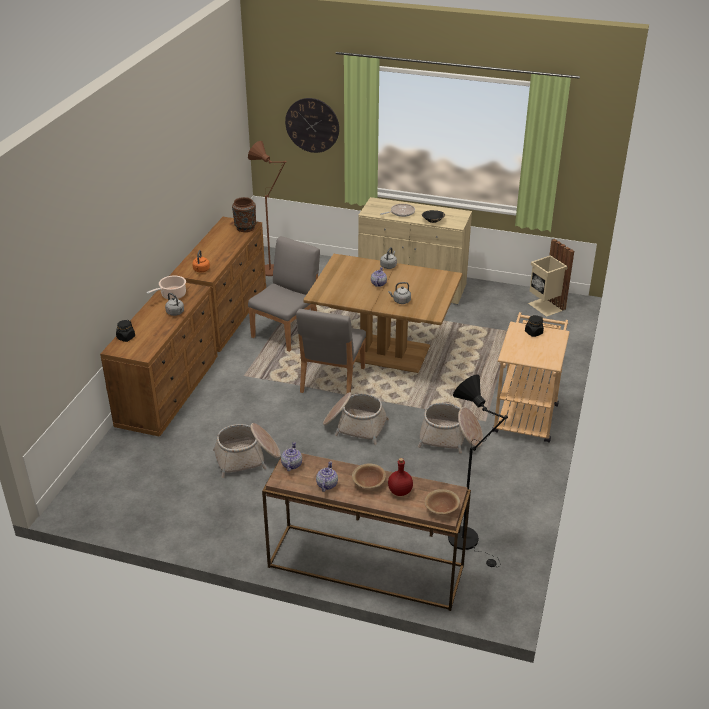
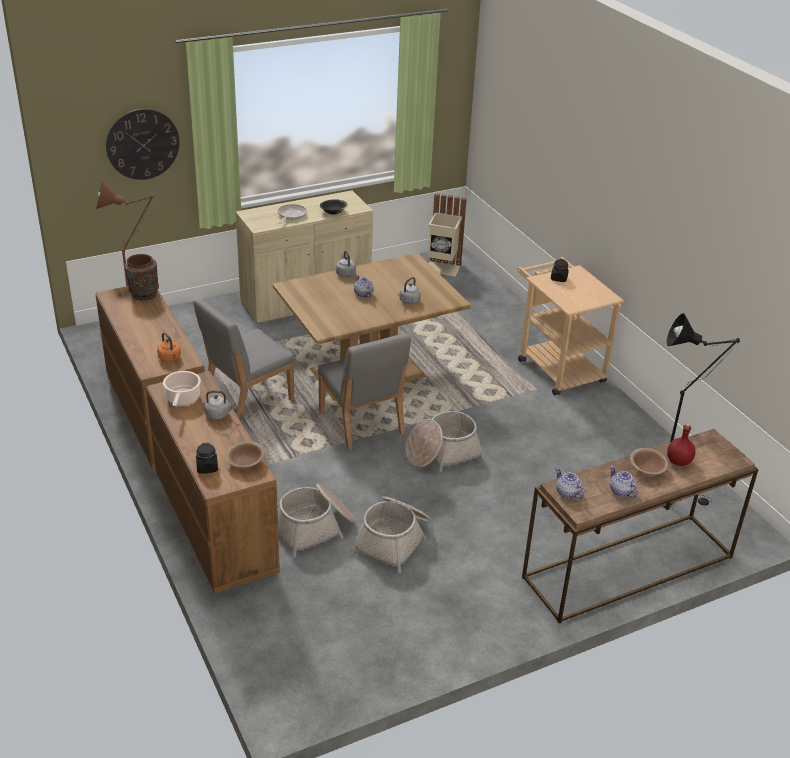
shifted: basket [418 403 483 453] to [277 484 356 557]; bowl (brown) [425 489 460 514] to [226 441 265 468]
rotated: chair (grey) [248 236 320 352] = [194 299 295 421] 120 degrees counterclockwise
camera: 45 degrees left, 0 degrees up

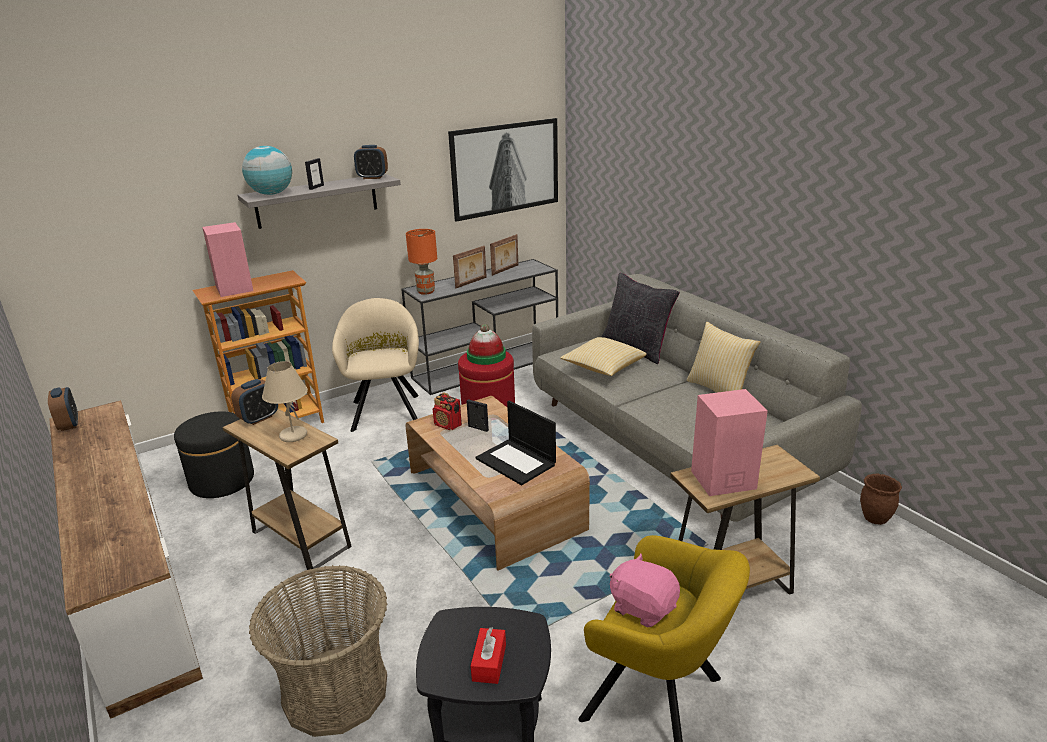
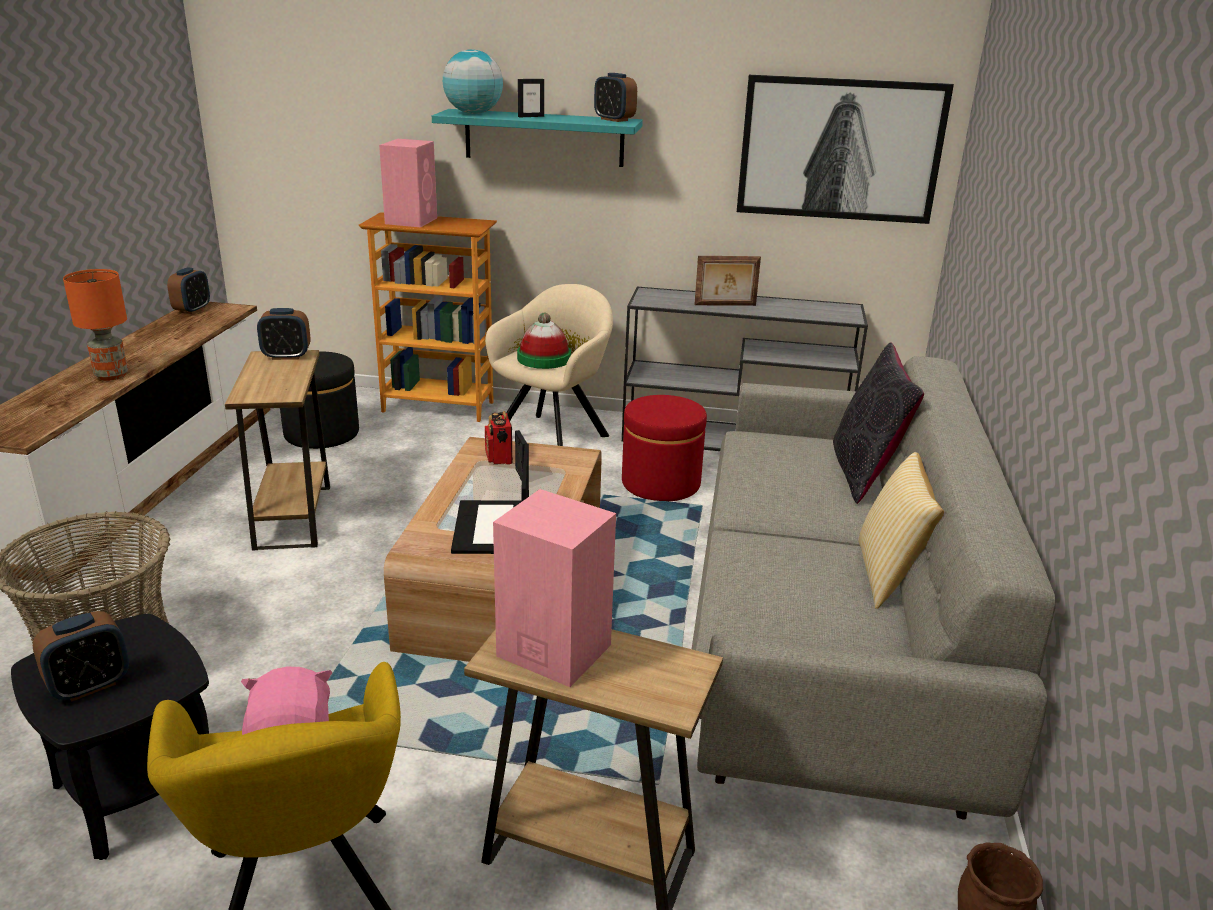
gone: picture frame [490 234 518 276]; pillow [560 337 647 376]; table lamp (beige) [262 361 308 442]
shifted: table lamp (orange) [406 229 437 295] to [63 269 128 381]; hat [467 324 506 365] to [517 313 571 369]
swapped: tissue box (red) [471 627 506 684] to alarm clock [33 611 129 702]
repainted: shelf (grey) [238 174 401 229] to shelf (turquoise) [432 109 643 167]
camera: 40 degrees right, 0 degrees up

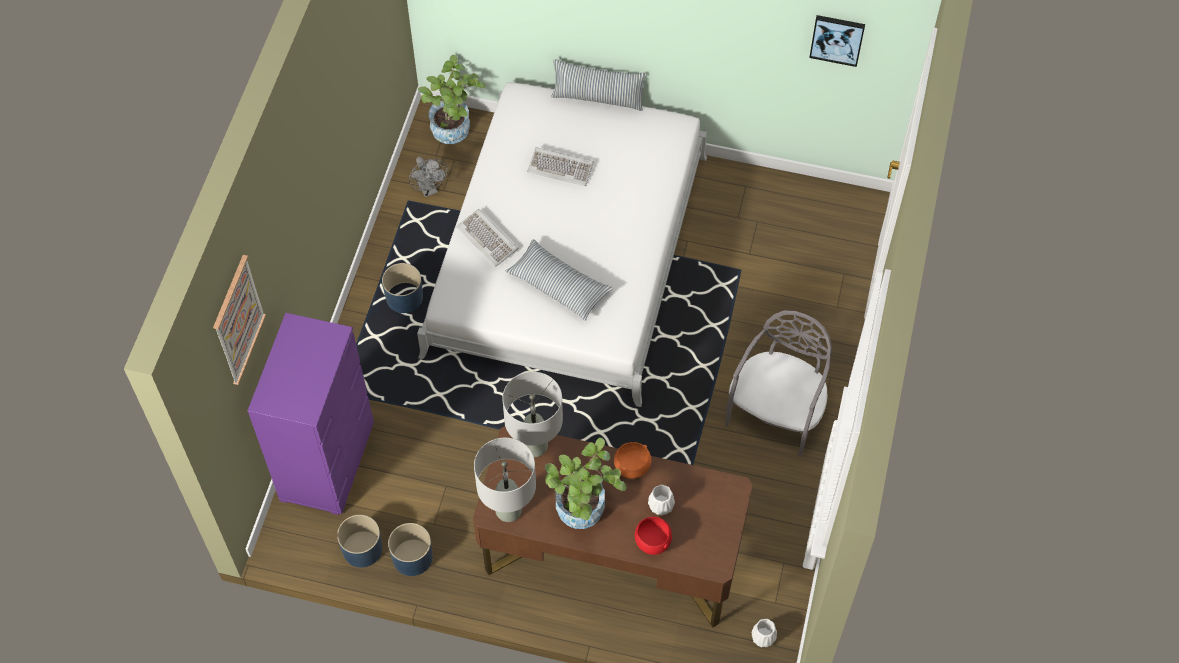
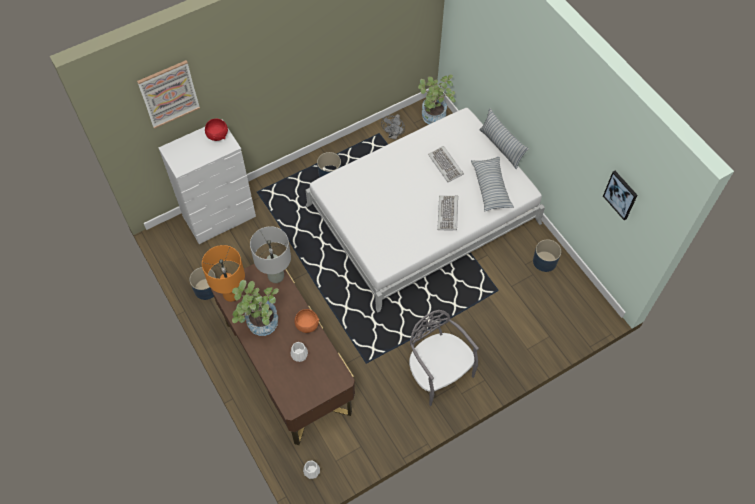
shifted: keyboard [457 209 518 267] to [437 196 458 230]; pillow [505 239 613 321] to [471 157 514 211]; planter (blue) [337 515 382 568] to [533 239 561 272]; bowl (red) [635 517 672 555] to [205 118 228 141]
repainted: dresser (purple) [248 313 374 515] to dresser (white) [159 119 256 244]; table lamp (grey) [474 437 536 522] to table lamp (orange) [202 245 245 302]
rotated: chair (grey) [725 310 832 457] = [409 310 479 406] 105 degrees counterclockwise
camera: 45 degrees right, 0 degrees up

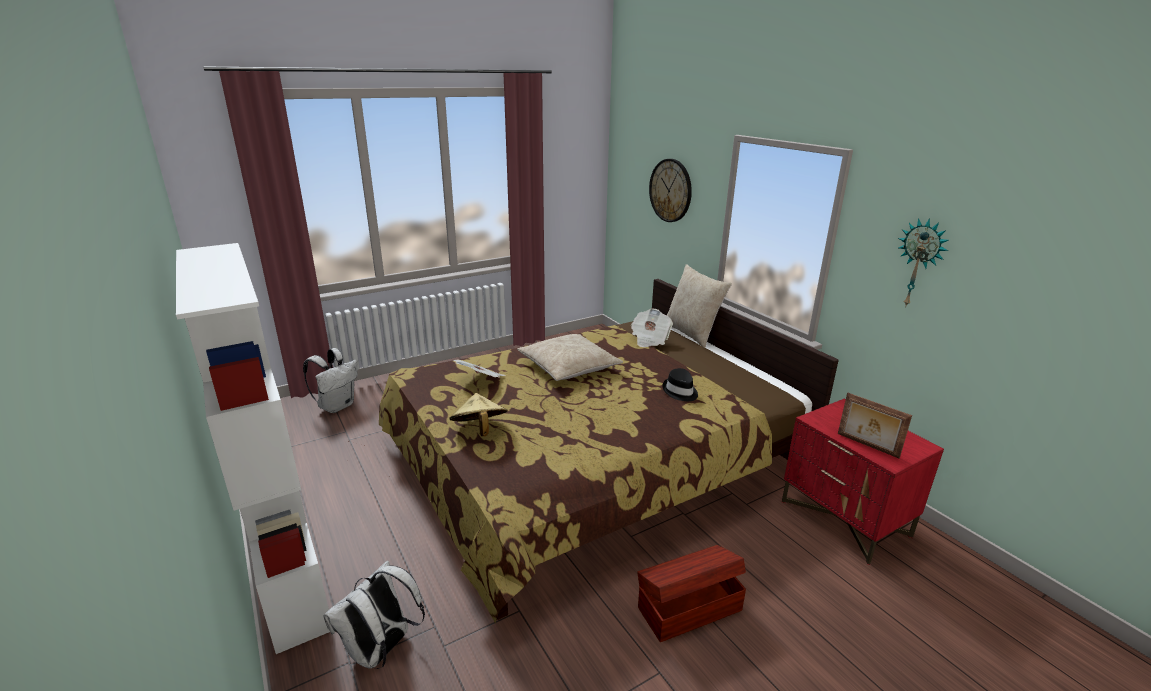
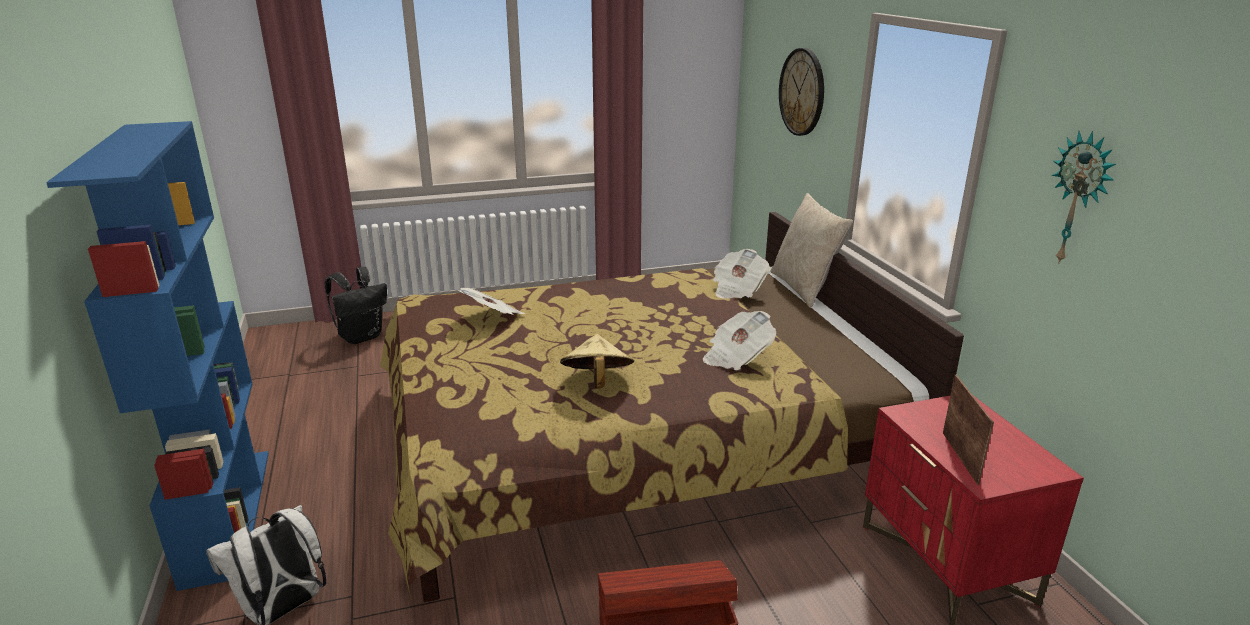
gone: pillow (beige) [517 334 623 381]
shifted: hat (beige) [449 393 508 436] to [560 334 634 389]
swapped: hat (black) [663 368 698 401] to newspaper [703 311 776 370]
repainted: bookcase (white) [176 243 330 654] to bookcase (blue) [46 121 269 591]; backpack (white) [303 348 358 413] to backpack (black) [325 267 387 344]
rotated: picture frame [838 393 912 458] = [943 375 994 485] 150 degrees counterclockwise
camera: 15 degrees right, 0 degrees up

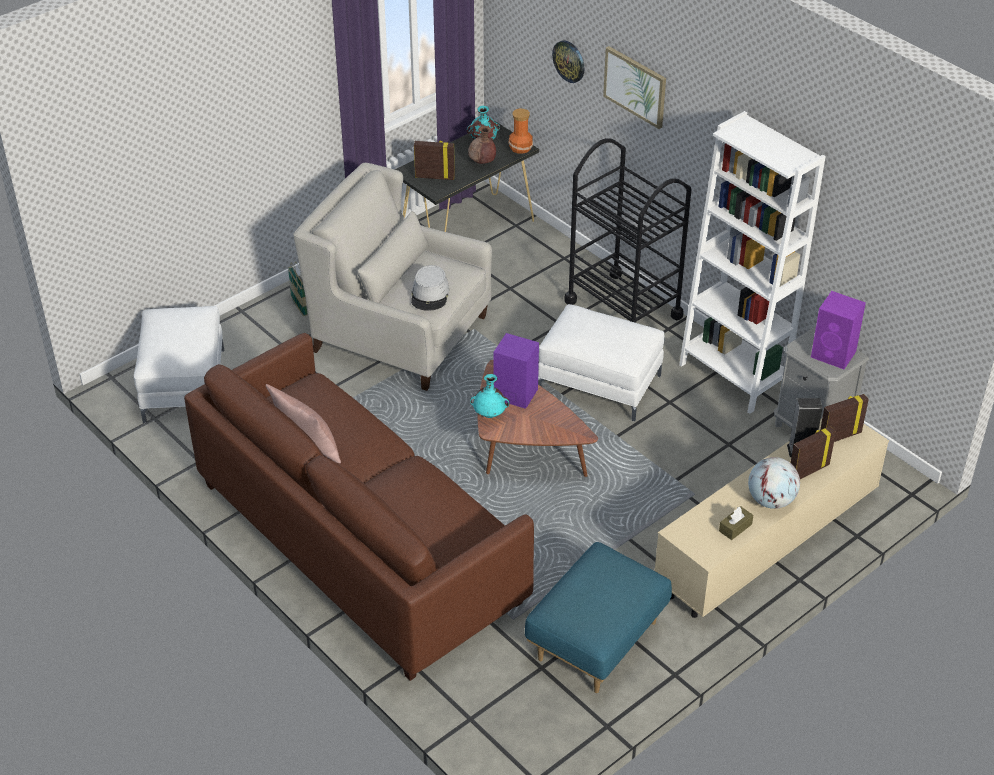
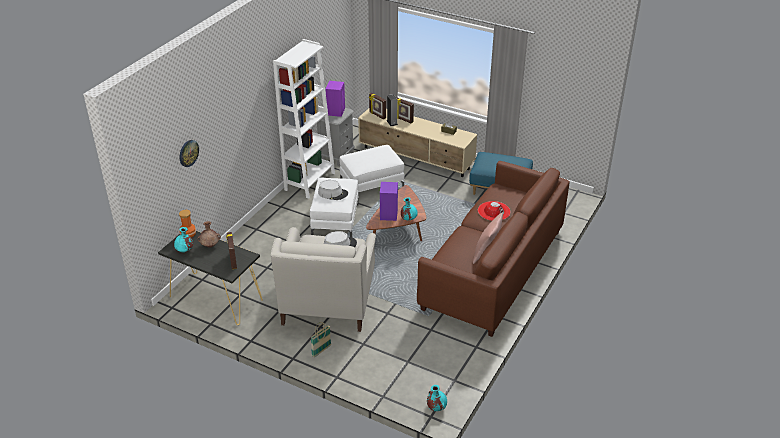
gone: picture [603 46 666 129]; cart (black) [564 138 691 323]; globe [748 457 800 509]
new: hat (grey) [318 180 348 200]; hat (red) [478 201 511 221]; vase (turquoise) [427 385 447 411]
shifted: ottoman (white) [134 306 224 423] to [340 145 404 192]
camera: 110 degrees left, 5 degrees down

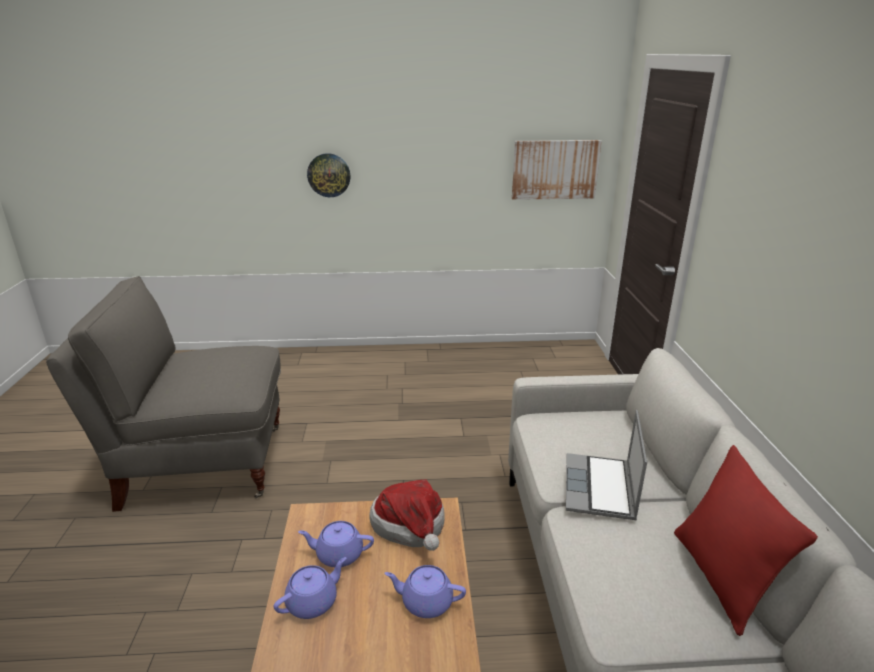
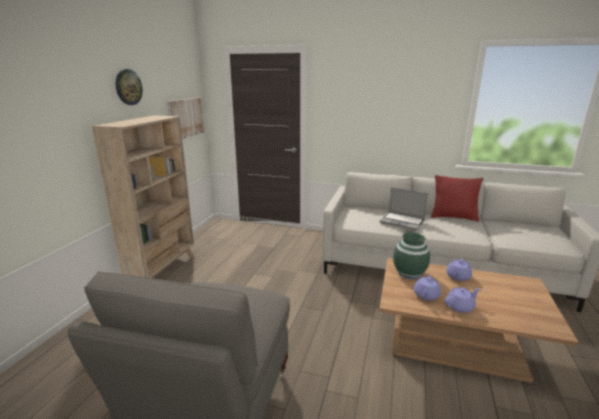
new: bookcase (beige) [92 115 195 278]
shifted: wall clock [307 153 351 197] to [116 69 143 105]
swapped: hat [369 480 445 551] to vase (green) [393 232 430 279]
rotated: teapot (purple) [274 557 346 619] = [445 287 481 313] 90 degrees clockwise
camera: 70 degrees left, 5 degrees down

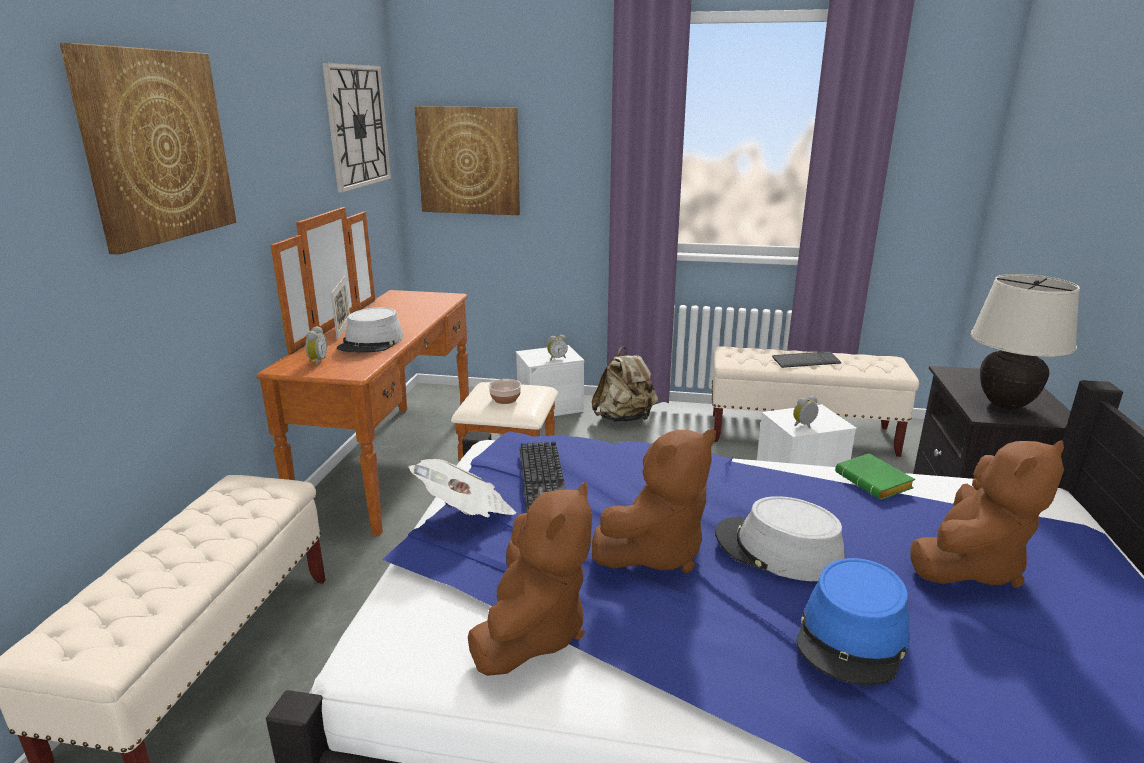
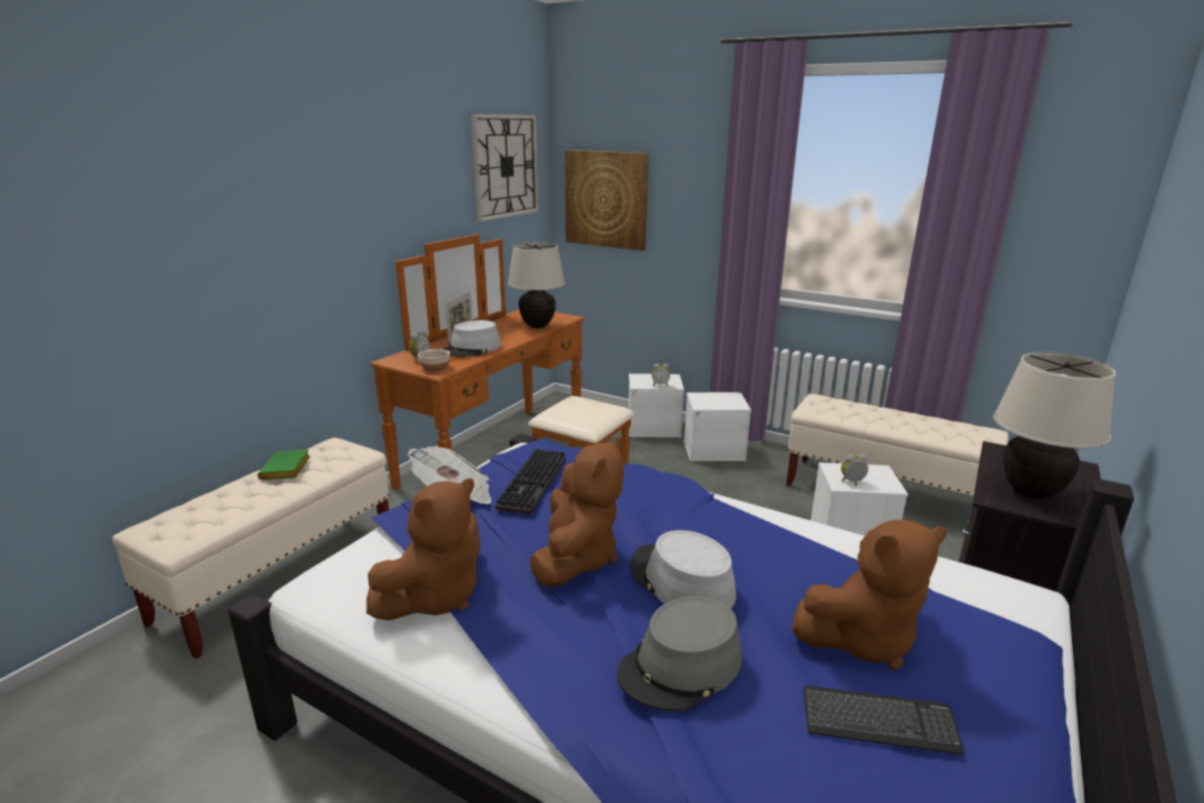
gone: picture [59 43 237 255]
new: table lamp (beige) [508 242 565 328]
shifted: keyboard [772 351 841 368] to [803 686 964 755]; bowl [488 379 521 404] to [418 349 450 372]; book (green) [835 453 915 500] to [257 449 310 480]
swapped: backpack (beige) [592 346 658 422] to storage box (white) [684 392 751 461]
repainted: hat (blue) [796 558 910 685] to hat (grey) [617 596 742 711]
rotated: plush toy (brown) [592 429 716 573] = [529 437 624 587] 60 degrees counterclockwise
camera: 20 degrees right, 0 degrees up

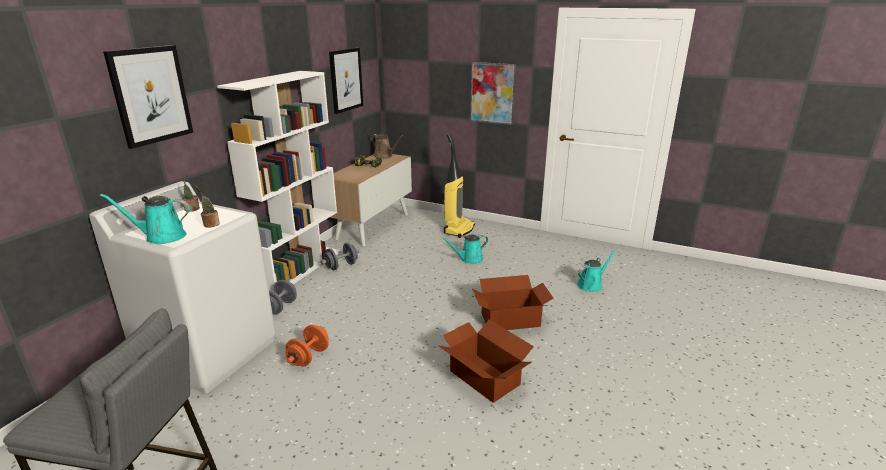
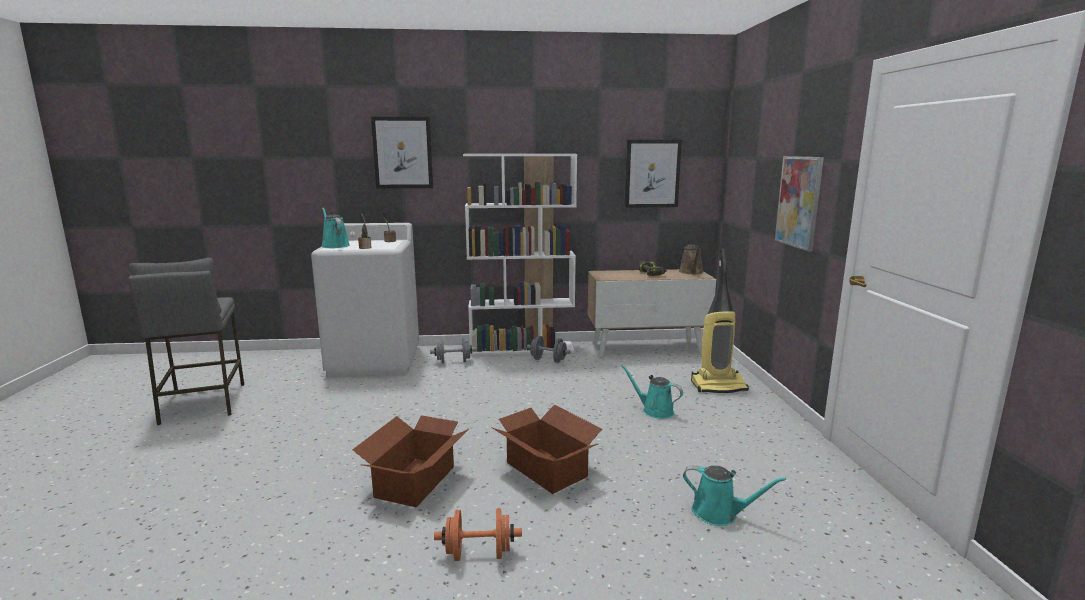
shifted: dumbbell (orange) [285 325 329 366] to [434 508 522 561]
camera: 60 degrees right, 10 degrees down

